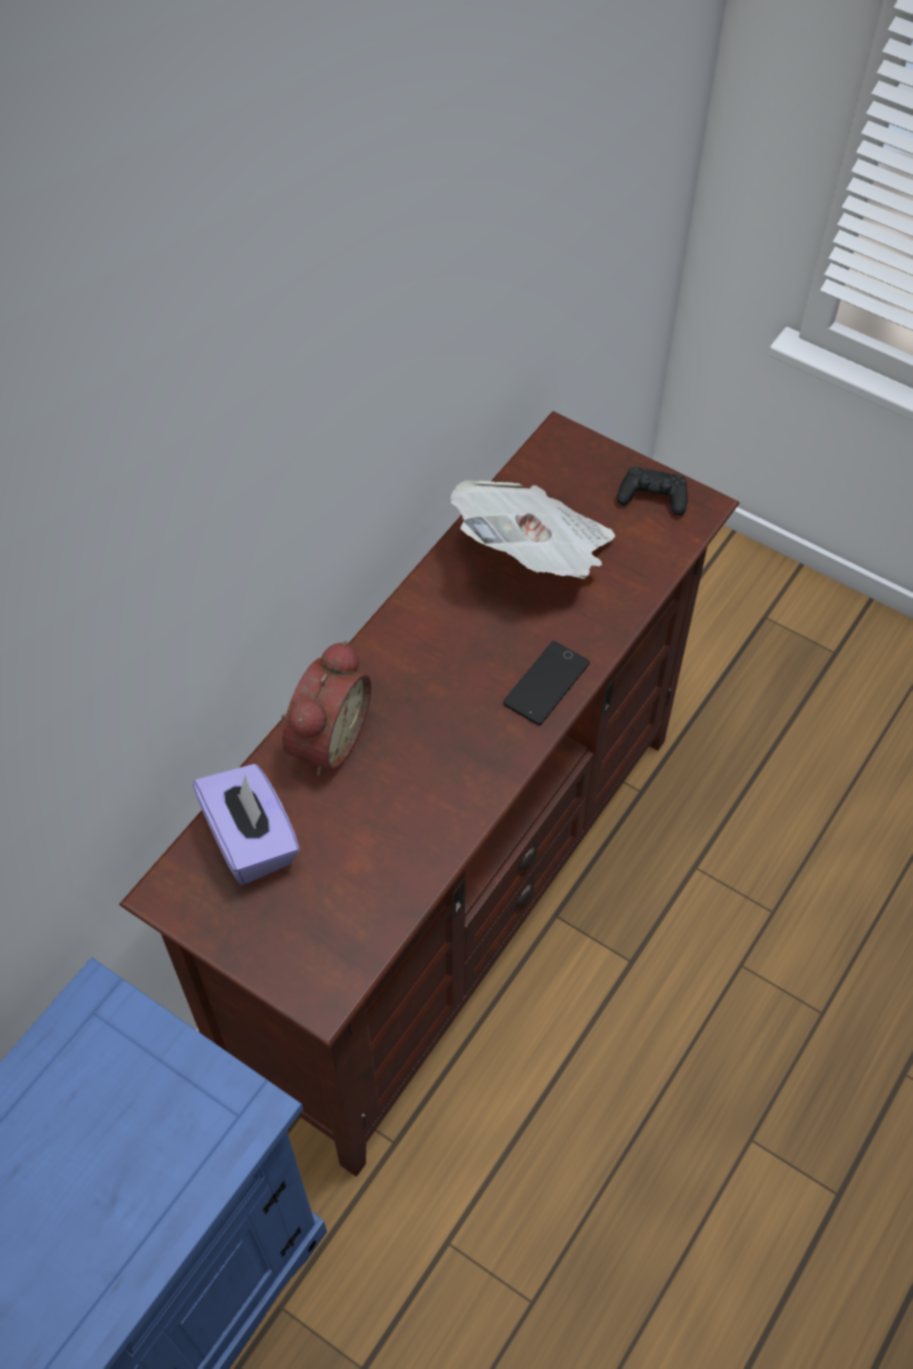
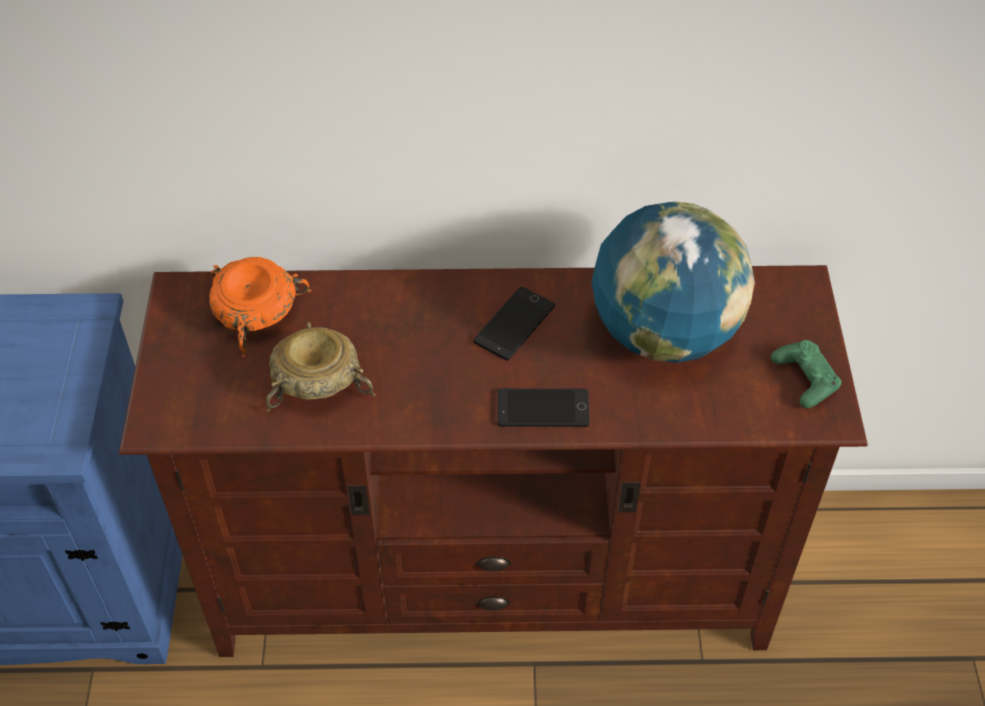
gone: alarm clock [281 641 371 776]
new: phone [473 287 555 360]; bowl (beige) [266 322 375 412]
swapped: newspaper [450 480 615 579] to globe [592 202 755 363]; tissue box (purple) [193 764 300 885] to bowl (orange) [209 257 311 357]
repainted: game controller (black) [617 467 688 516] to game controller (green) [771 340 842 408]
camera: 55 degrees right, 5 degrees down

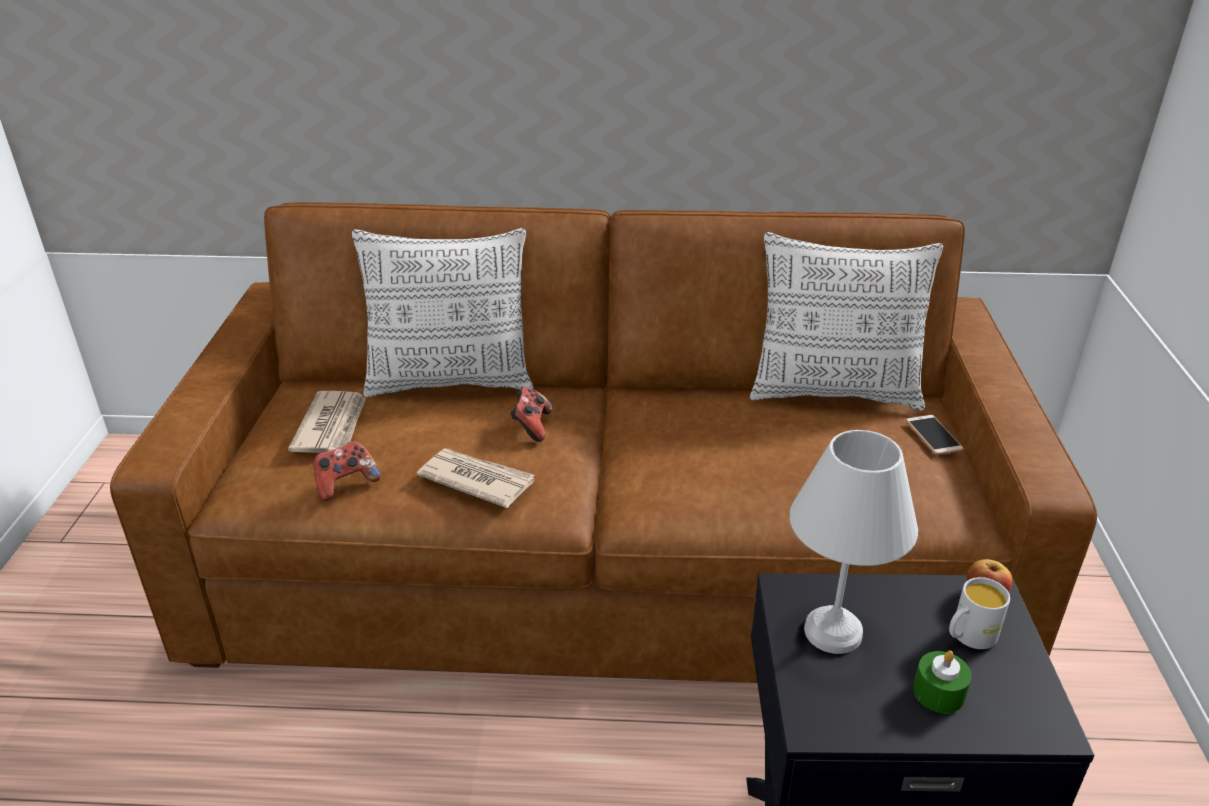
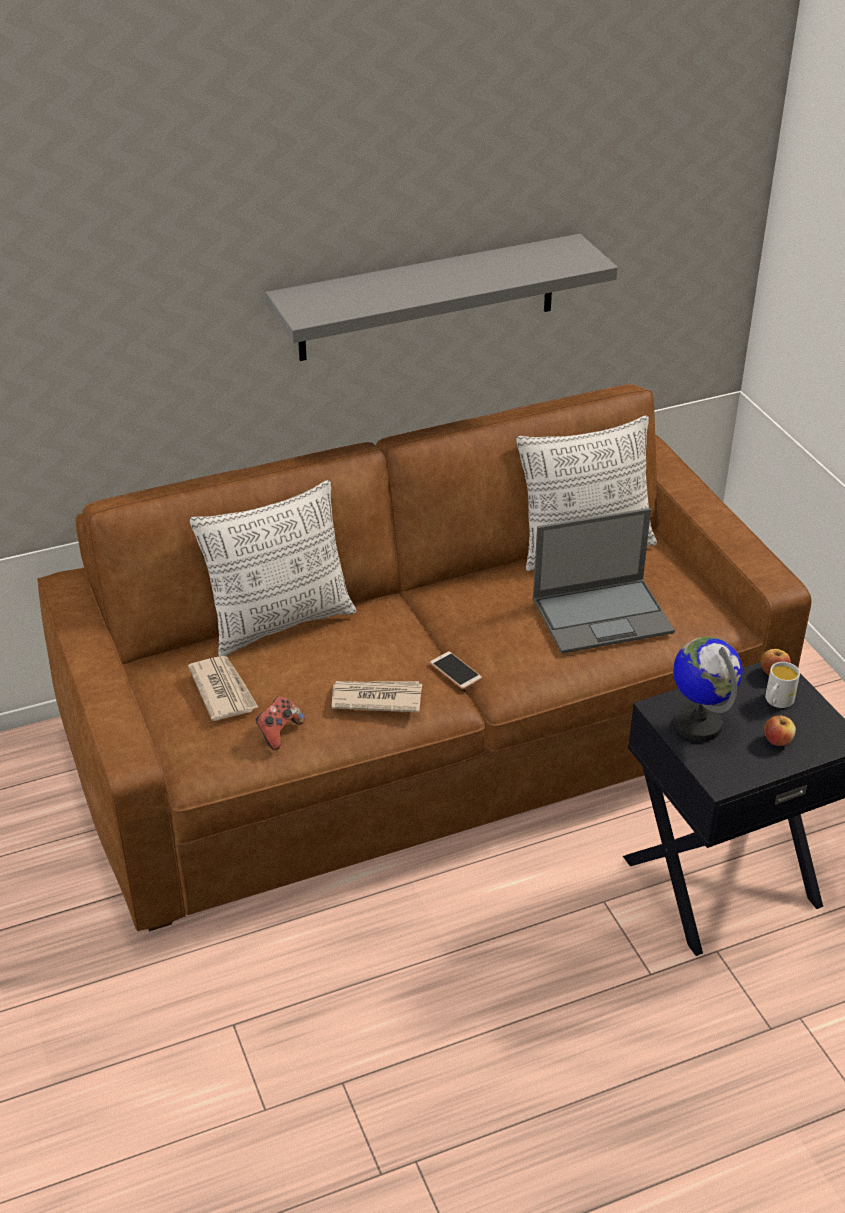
gone: game controller [510 387 553 442]
new: shelf (grey) [265 234 618 361]; laptop [533 508 675 654]
shifted: phone [906 415 964 455] to [430 651 482 689]
swapped: table lamp (white) [789 430 918 654] to globe [673 637 743 742]; candle (green) [913 650 972 713] to apple [764 715 796 746]
camera: 25 degrees left, 5 degrees up

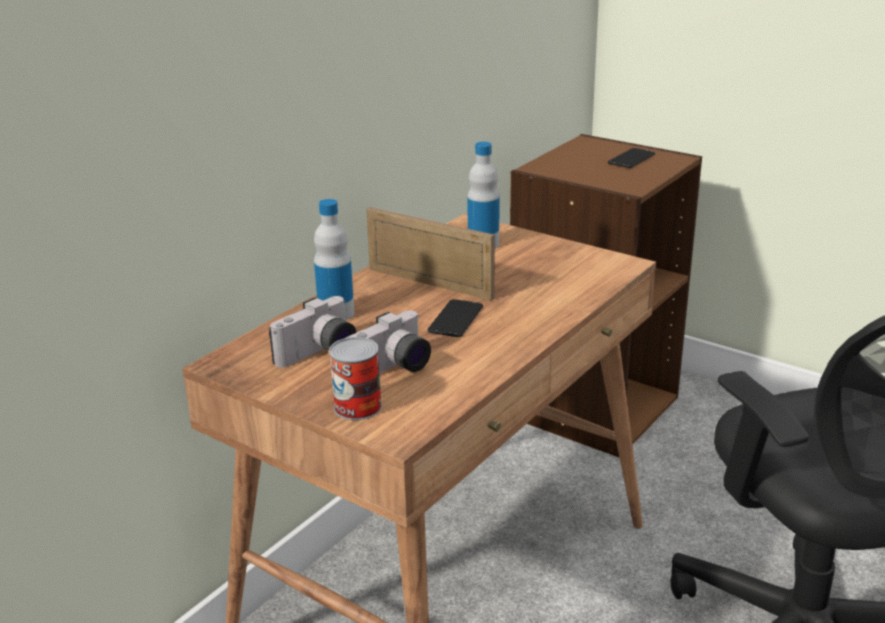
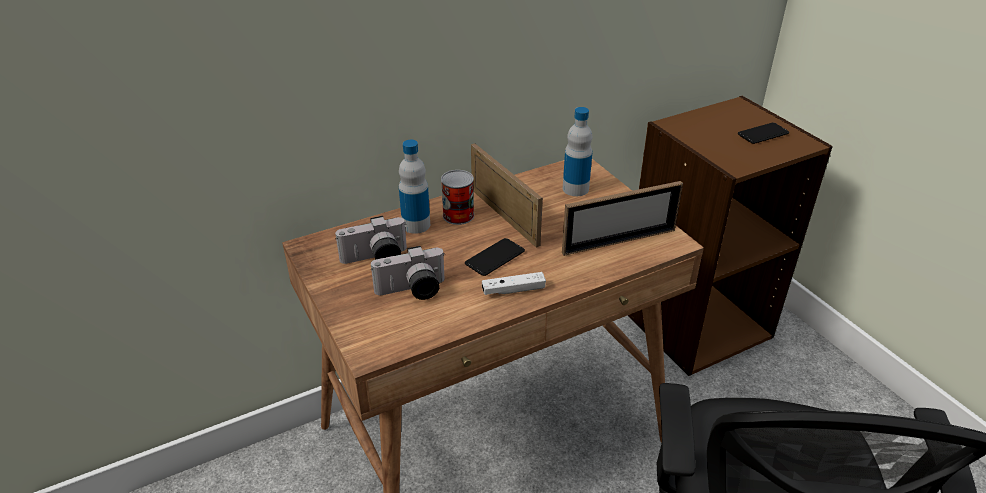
new: picture frame [562 181 683 256]; game controller (white) [482 272 546 295]
shifted: can [329 337 382 420] to [441 170 474 225]
camera: 25 degrees right, 10 degrees up

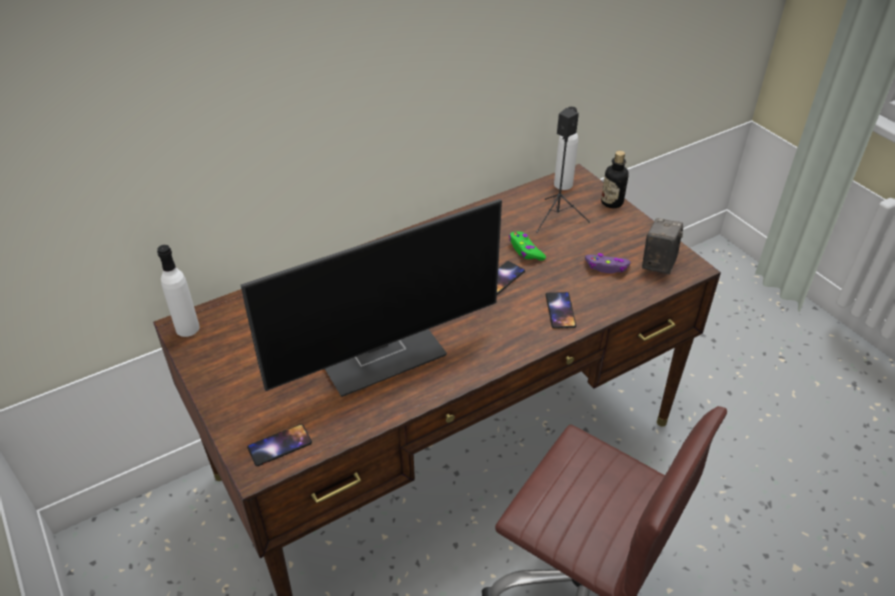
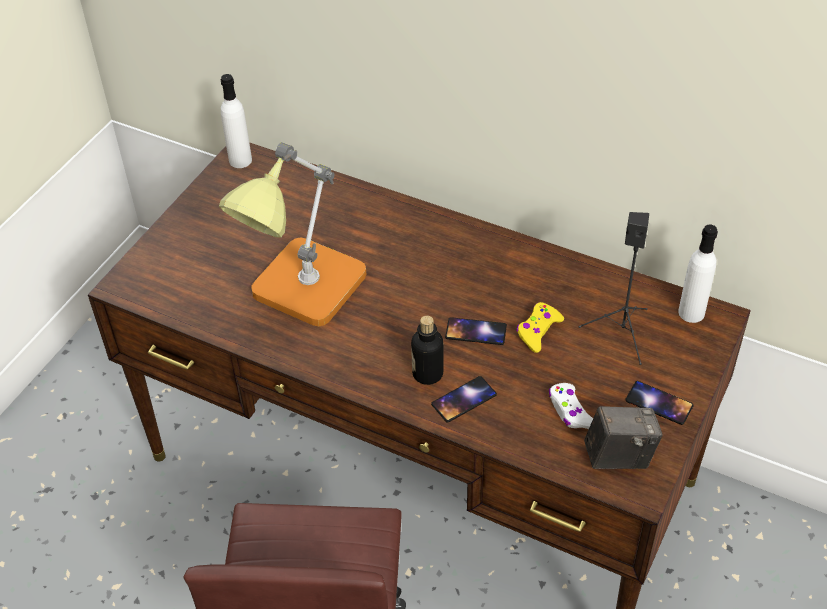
shifted: bottle [601 151 629 208] to [411 316 444 385]; phone [247 424 312 466] to [625 381 694 425]
swapped: monitor [241 199 502 397] to table lamp [219 142 366 326]
repainted: game controller (green) [509 232 546 261] to game controller (yellow) [516 302 564 353]; game controller (purple) [585 253 631 274] to game controller (white) [549 383 593 429]
camera: 60 degrees right, 5 degrees up

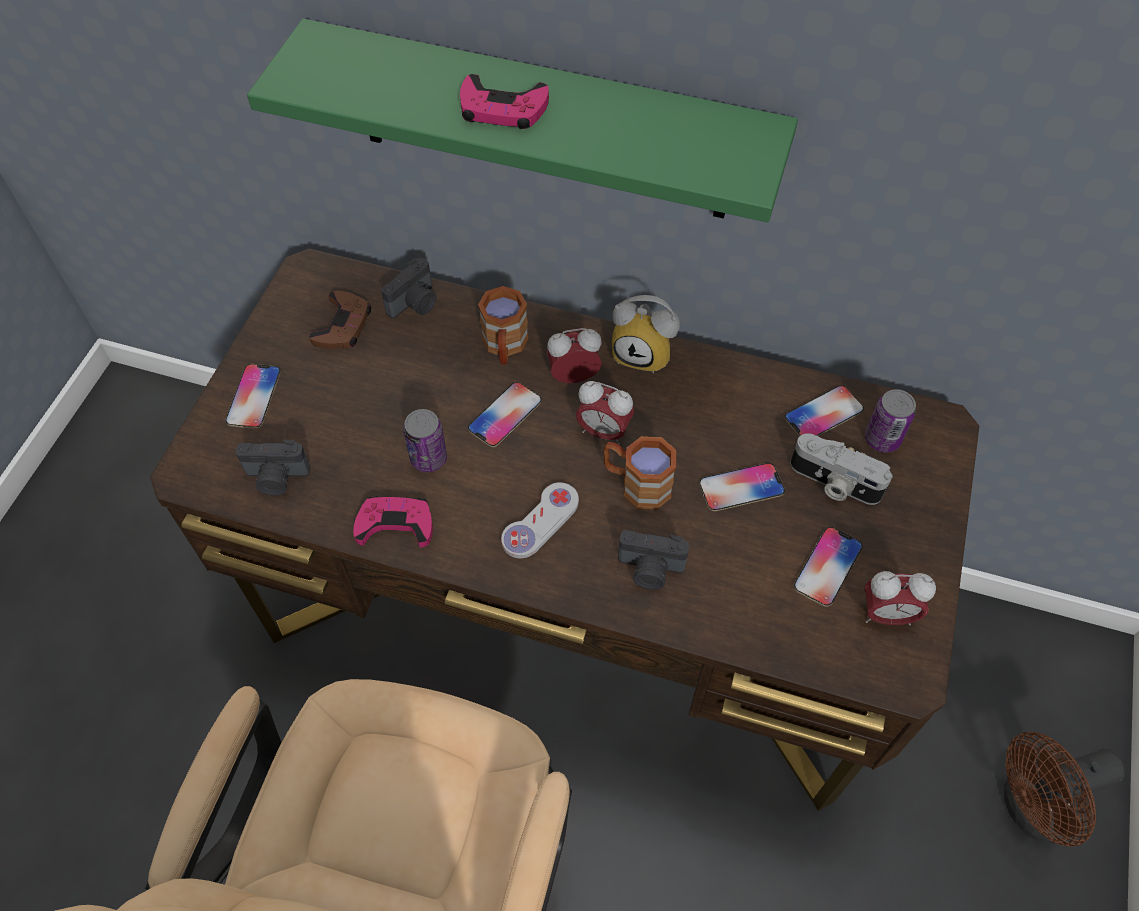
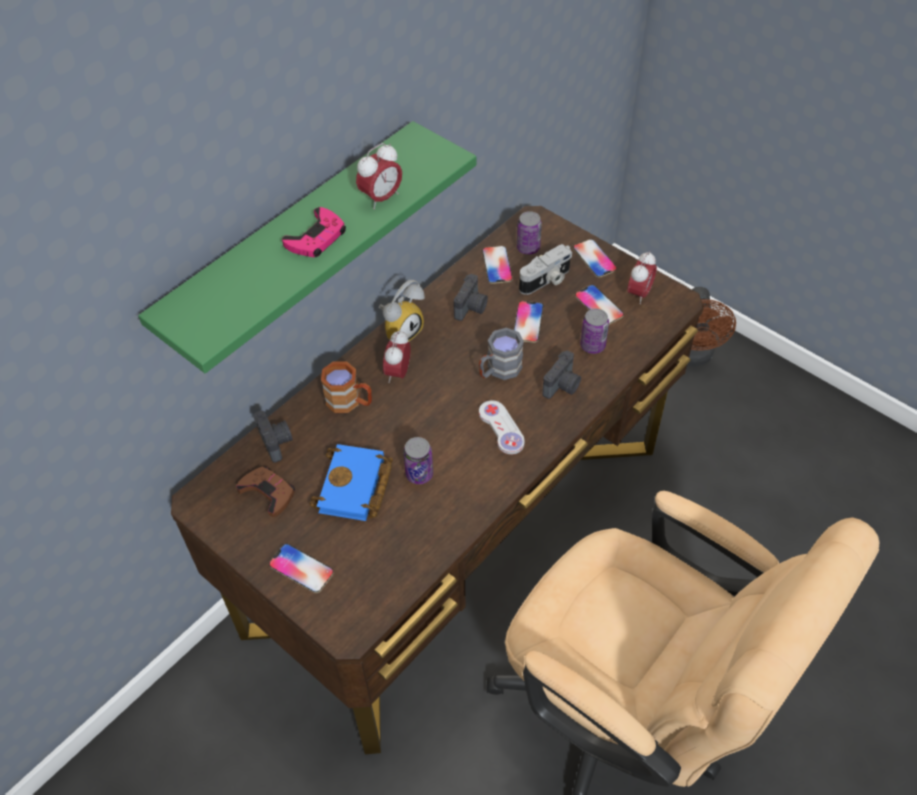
gone: game controller (pink) [353 496 433 548]
new: can [580 308 609 354]; book (blue) [309 444 393 521]
shifted: alarm clock [576 381 634 445] to [356 143 402 209]; phone [468 382 542 447] to [573 239 617 278]; photo camera [236 440 310 496] to [454 274 488 321]
repainted: mug (brown) [603 436 676 509] to mug (grey) [479 328 524 380]
camera: 65 degrees left, 5 degrees down

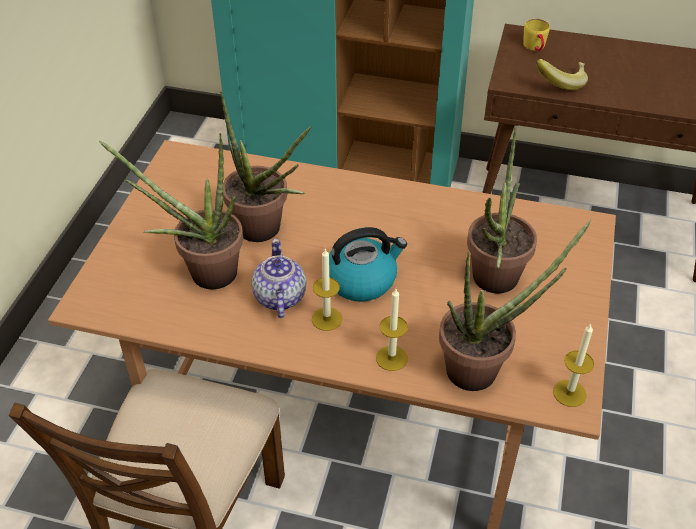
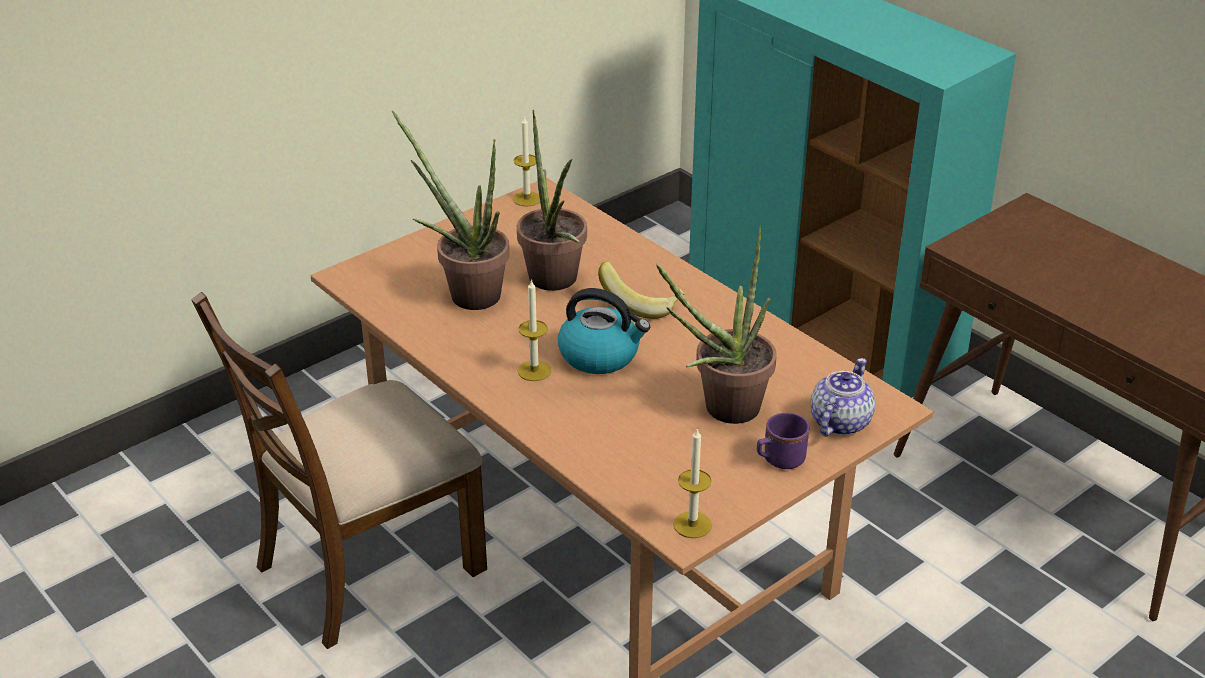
gone: mug (yellow) [523 19 550 51]; potted plant [439 220 591 391]
new: mug (purple) [757 413 809 469]
shifted: banana [536 59 588 90] to [598 262 685 319]; teapot [251 239 306 318] to [811 358 875 437]; candle [376 289 408 371] to [513 115 540 206]
camera: 35 degrees right, 10 degrees down

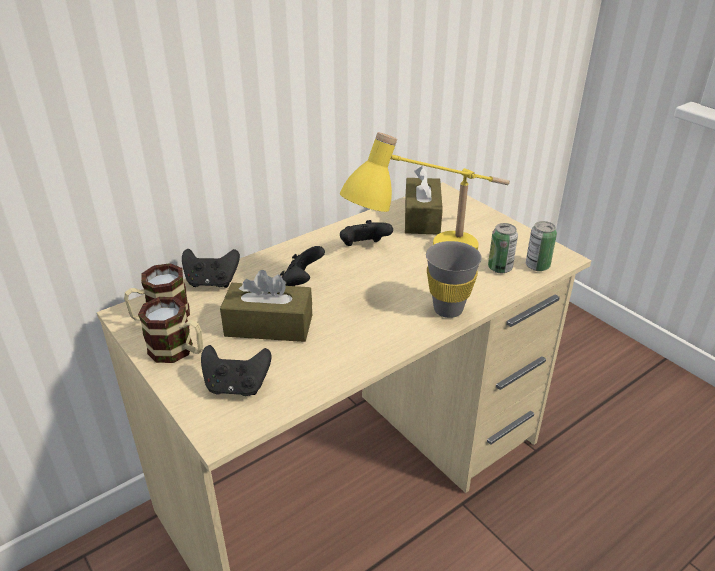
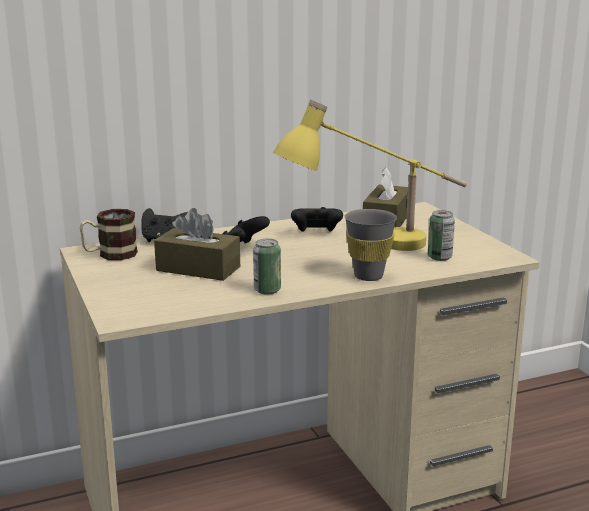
gone: mug [138 297 203 363]; game controller (black) [201 345 271 396]
shifted: can [526 221 557 271] to [253 239 281 295]
camera: 15 degrees right, 15 degrees down

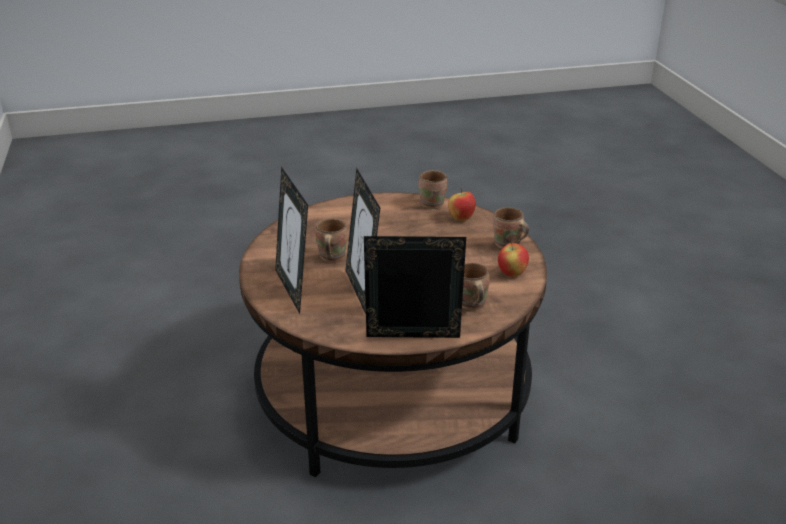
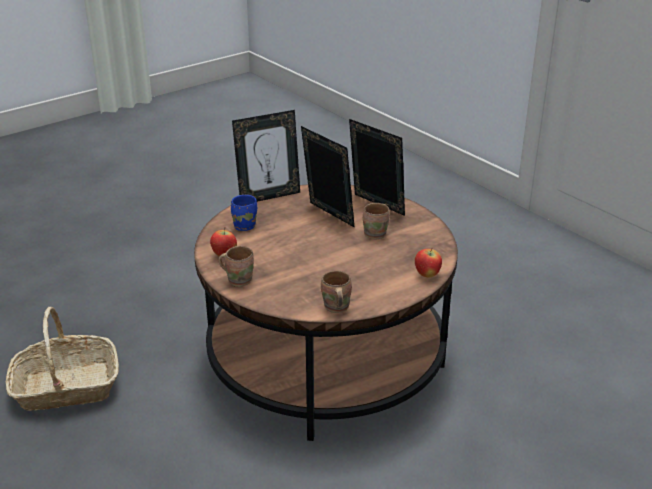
new: basket [6 307 119 411]
shifted: apple [448 188 476 221] to [415 249 442 277]
repainted: mug (brown) [462 263 490 310] to mug (blue) [231 195 257 231]
camera: 155 degrees right, 0 degrees up

